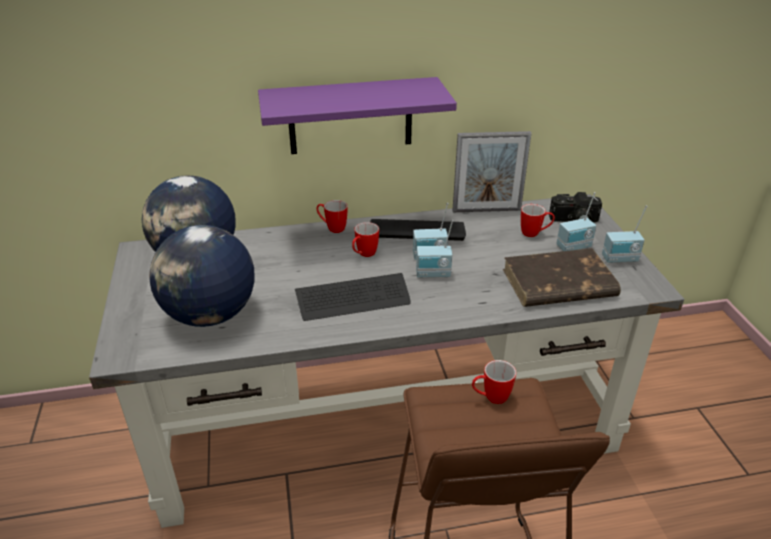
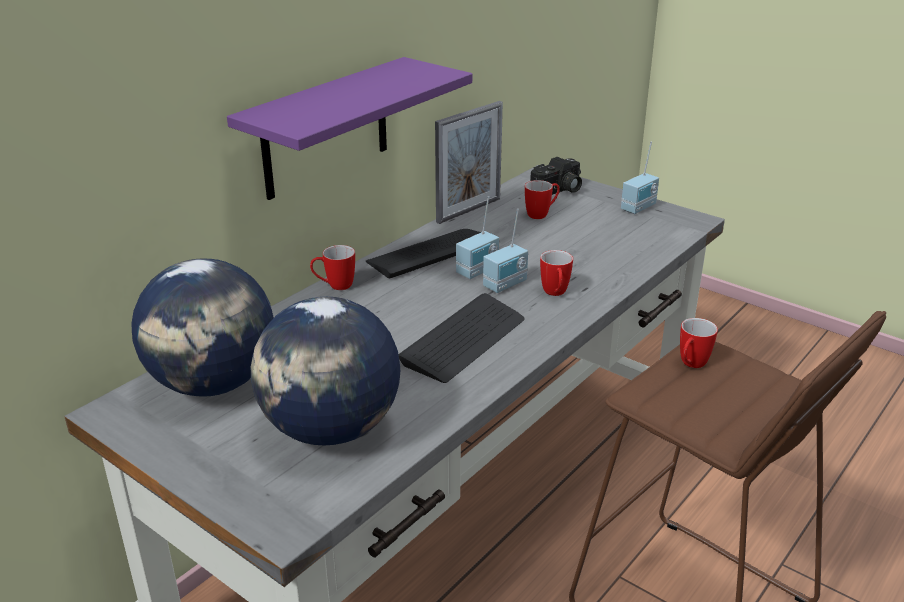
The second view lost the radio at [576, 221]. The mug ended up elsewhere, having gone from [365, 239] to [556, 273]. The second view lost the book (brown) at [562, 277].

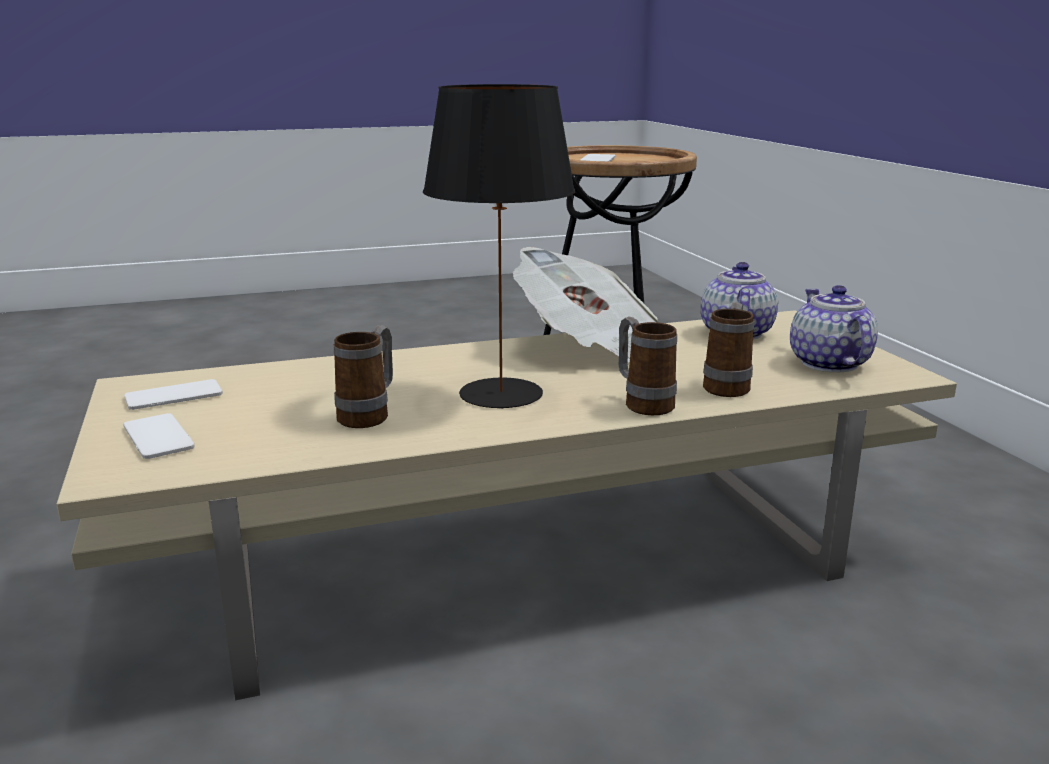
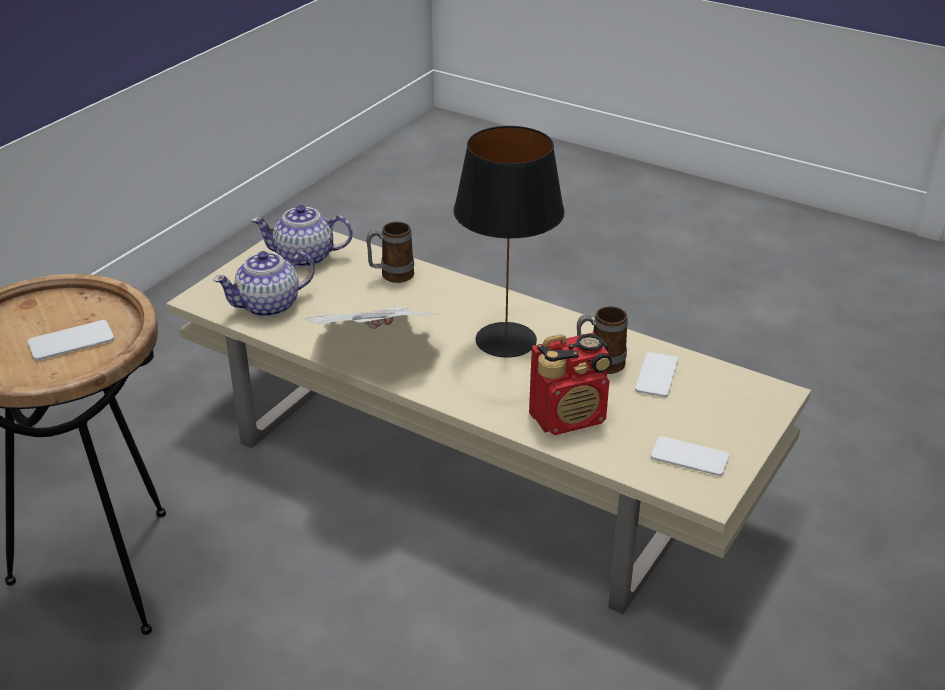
The teapot at [834, 328] ended up facing another way, 45 degrees clockwise from before. The second view lost the mug at [648, 366]. The phone ended up elsewhere, having gone from [159, 436] to [656, 374]. The second view gained the radio at [570, 383].

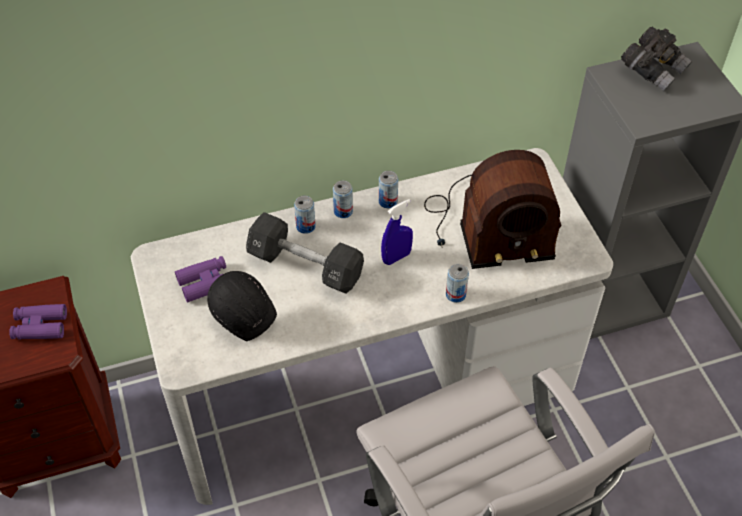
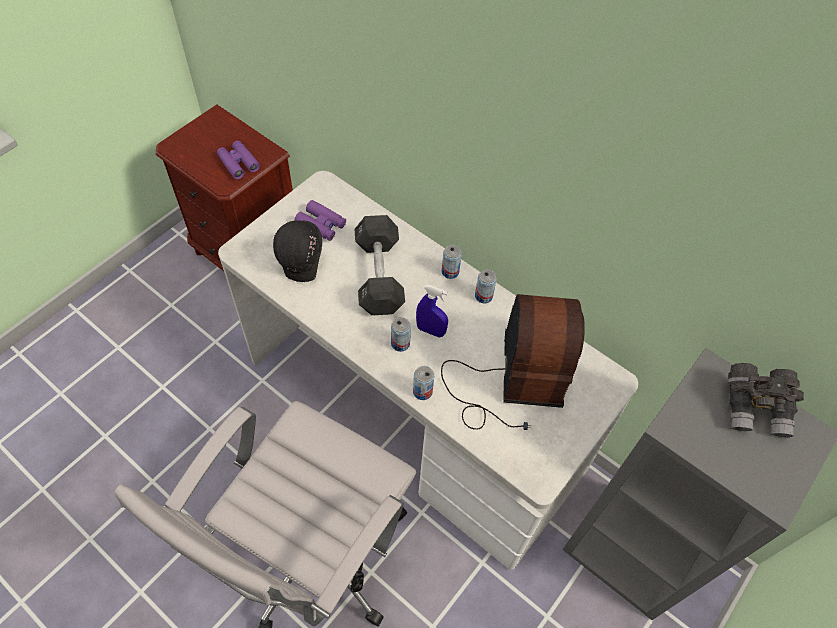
The radio at [492, 209] ended up facing another way, 135 degrees counterclockwise from before. The can ended up elsewhere, having gone from [305, 215] to [401, 334].

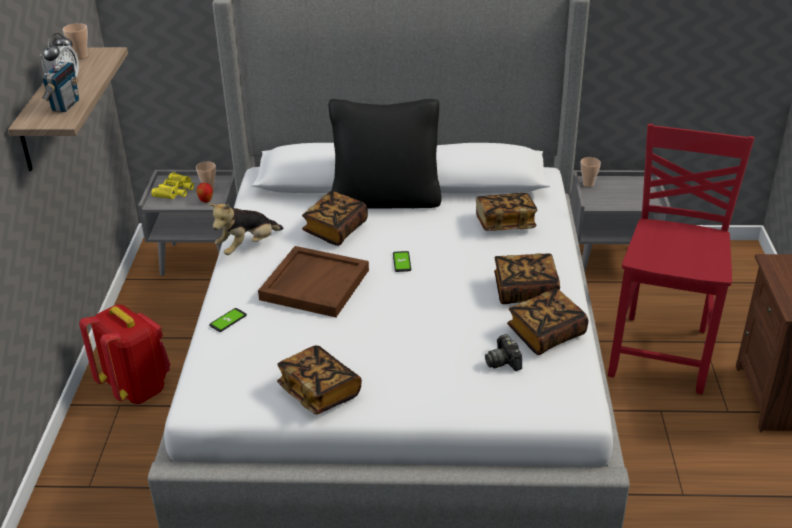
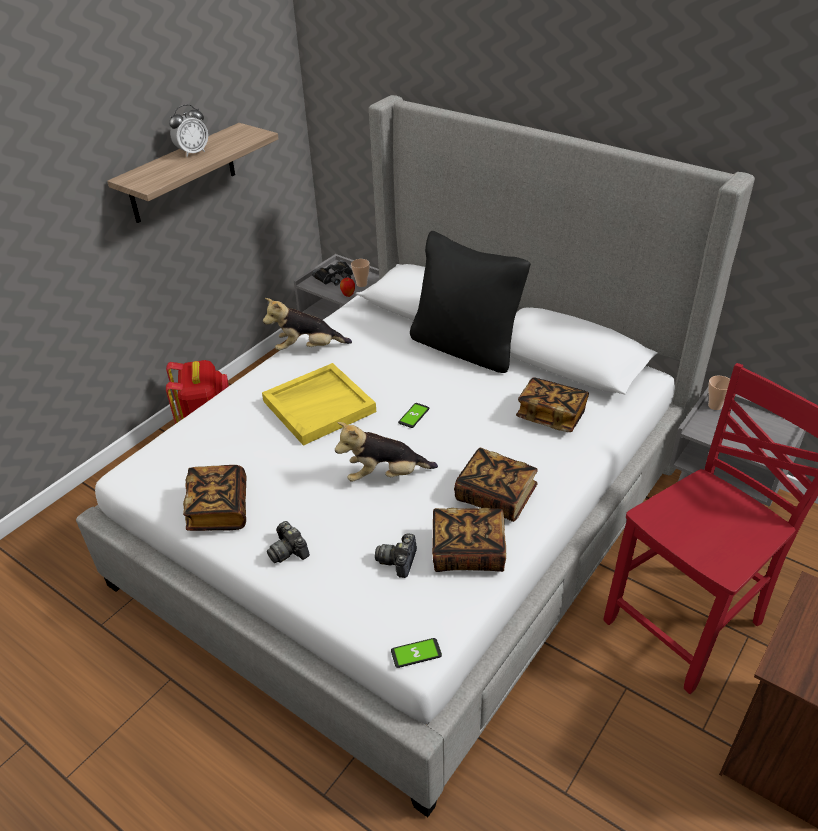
The second view lost the cup at [75, 41]. The second view lost the radio at [59, 83]. What was the binoculars (yellow) at [172, 185] turned into the binoculars (black) at [332, 273]. The second view lost the book at [335, 218]. What was the tray (brown) at [313, 281] turned into the tray (yellow) at [319, 404]. The phone ended up elsewhere, having gone from [228, 320] to [416, 653]. The second view gained the plush toy at [386, 452]. The second view gained the photo camera at [288, 542].

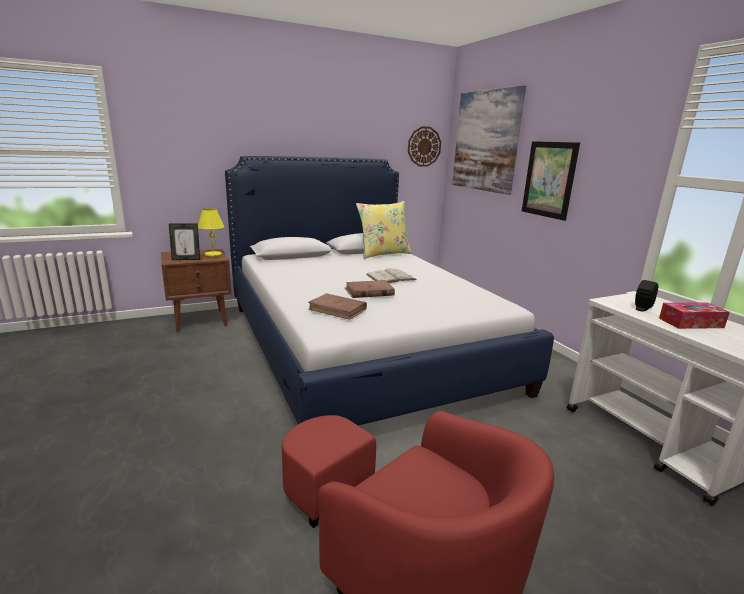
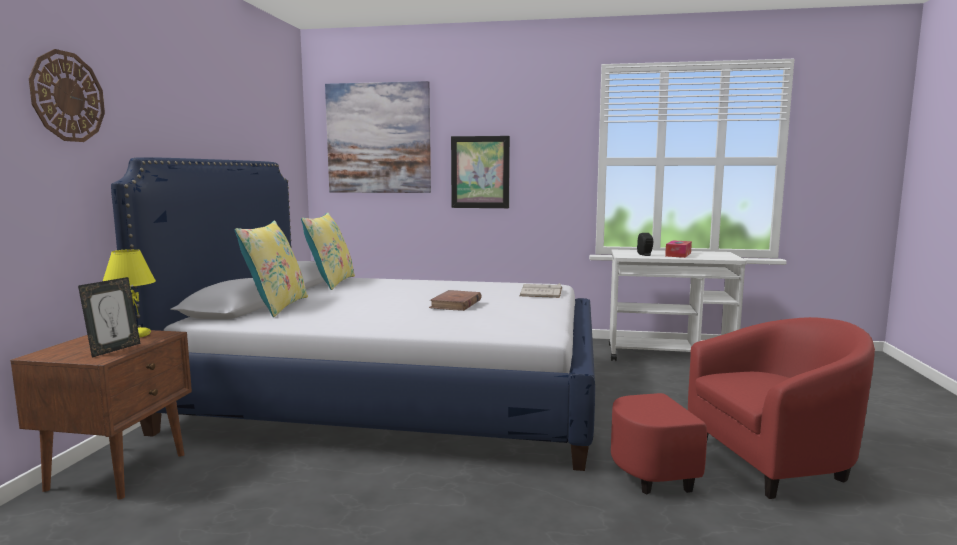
The wall clock ended up elsewhere, having gone from [424, 146] to [67, 95]. The book (white) ended up elsewhere, having gone from [391, 275] to [540, 290]. The second view lost the book (brown) at [337, 306]. The second view gained the pillow (yellow) at [271, 269].

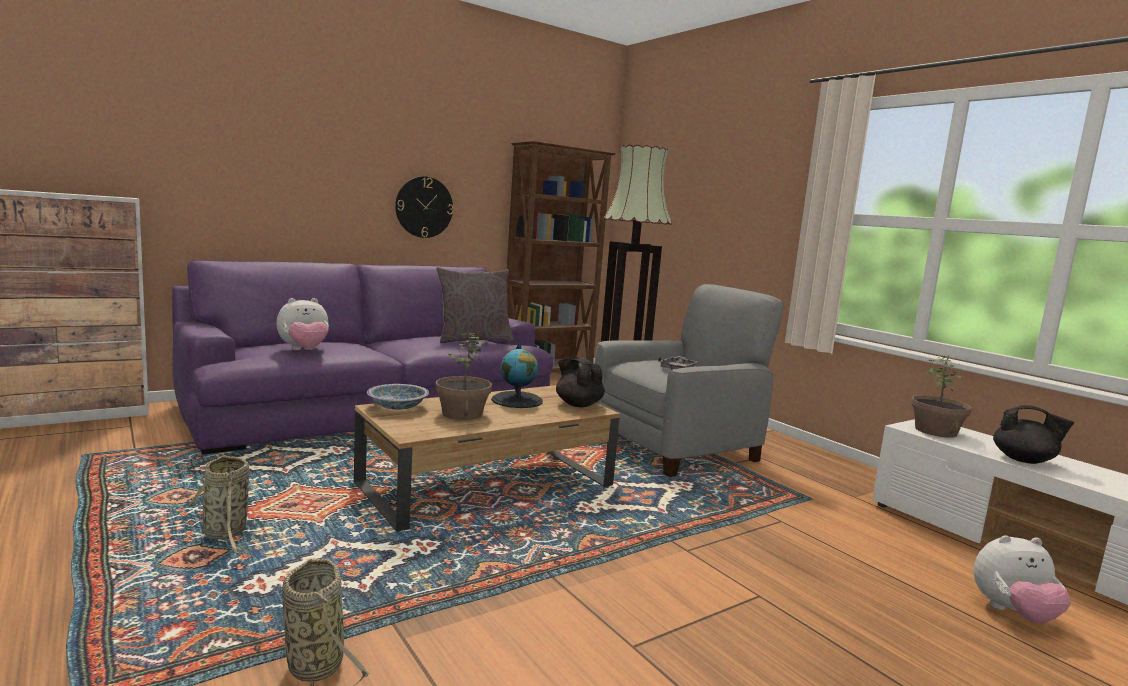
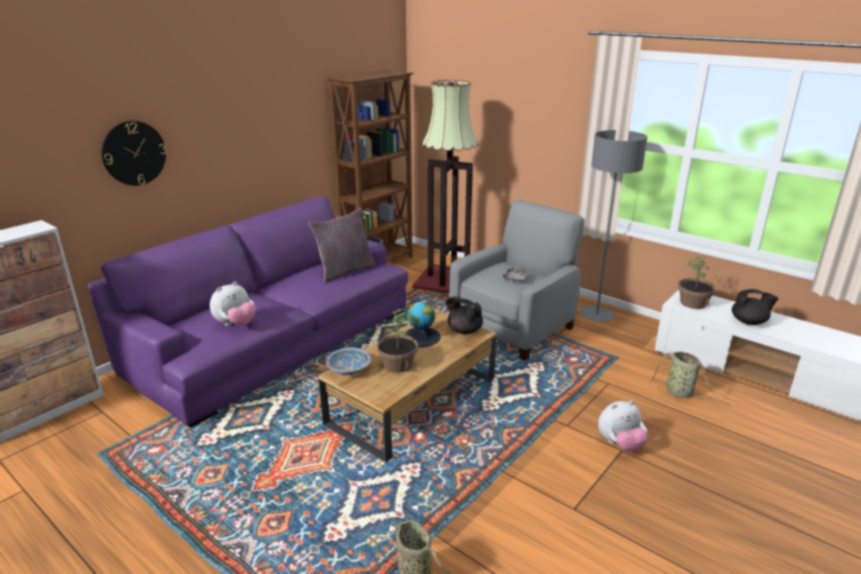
The wall clock ended up elsewhere, having gone from [424, 207] to [134, 153]. The basket ended up elsewhere, having gone from [217, 504] to [686, 377]. The plush toy ended up elsewhere, having gone from [1022, 579] to [623, 426]. The second view gained the floor lamp (grey) at [613, 226].

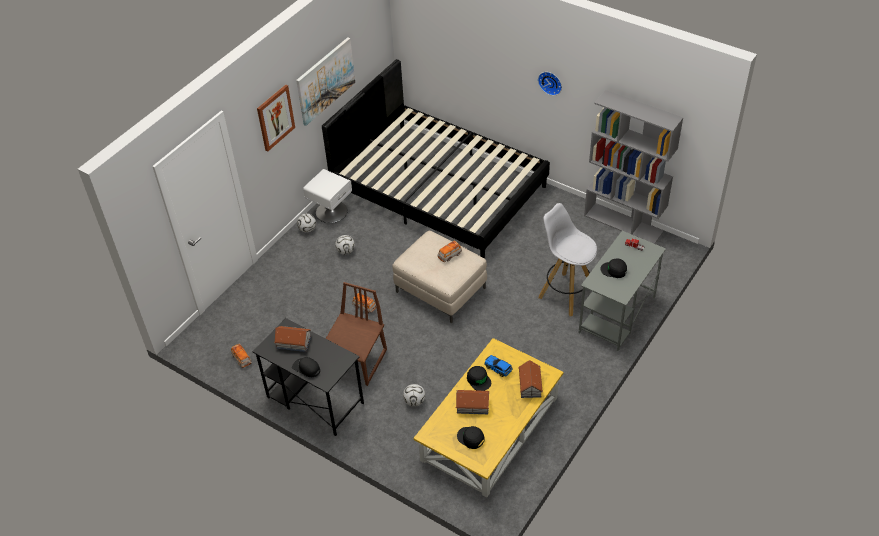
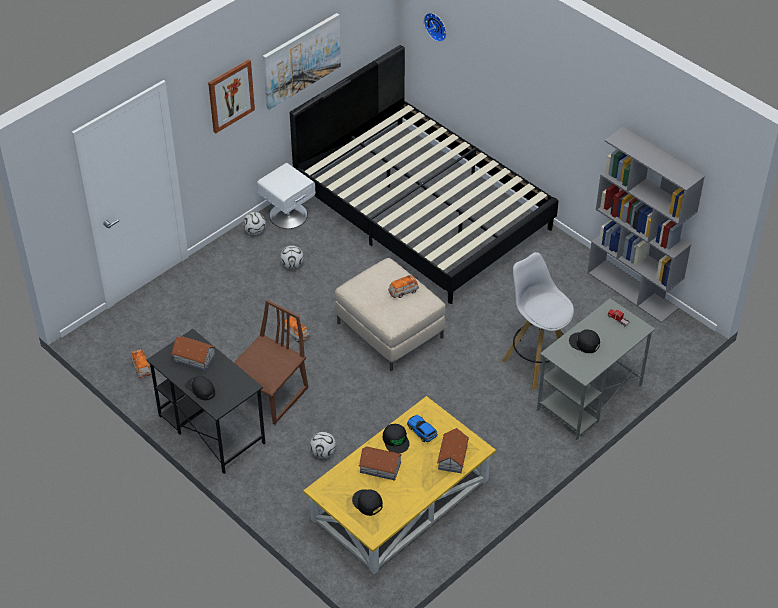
The wall clock ended up elsewhere, having gone from [550, 84] to [435, 27].

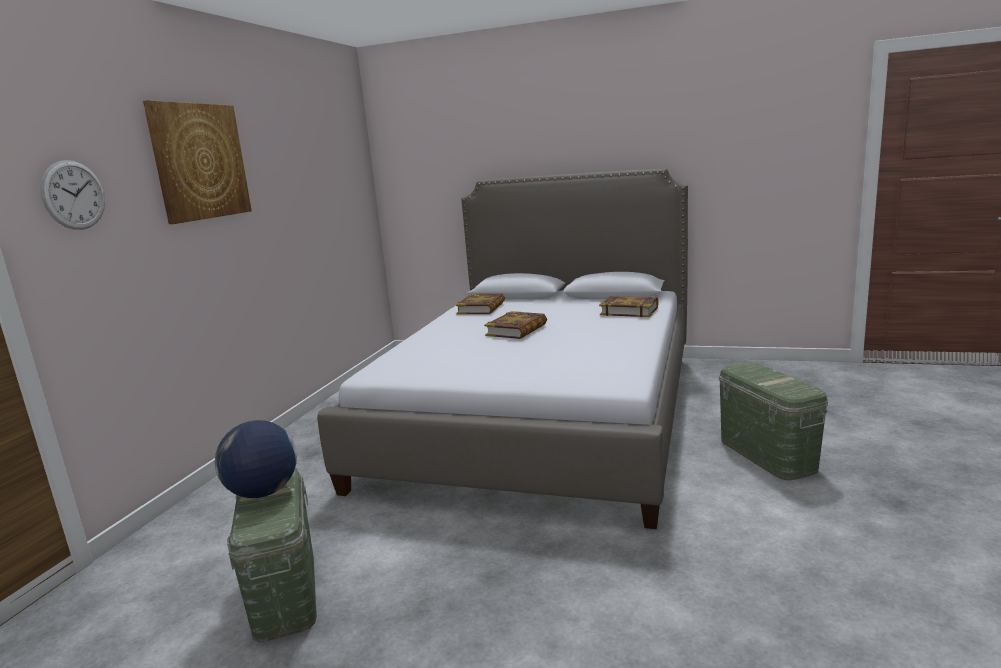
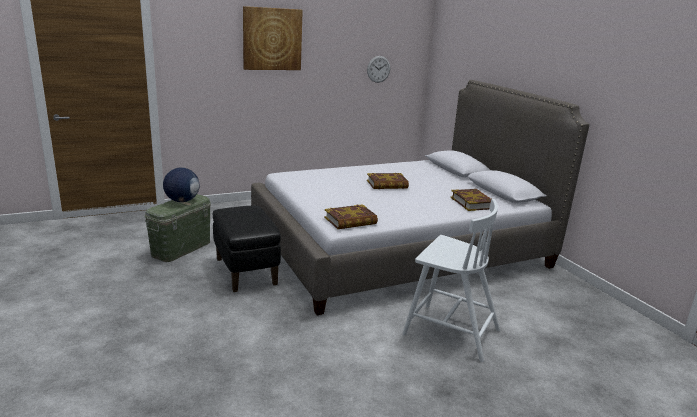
The wall clock ended up elsewhere, having gone from [72, 195] to [378, 69]. The book ended up elsewhere, having gone from [480, 304] to [351, 216]. Where the storage box (green) stood at [773, 421], the chair (white) came to stand at [451, 280]. The second view gained the ottoman (black) at [247, 248].

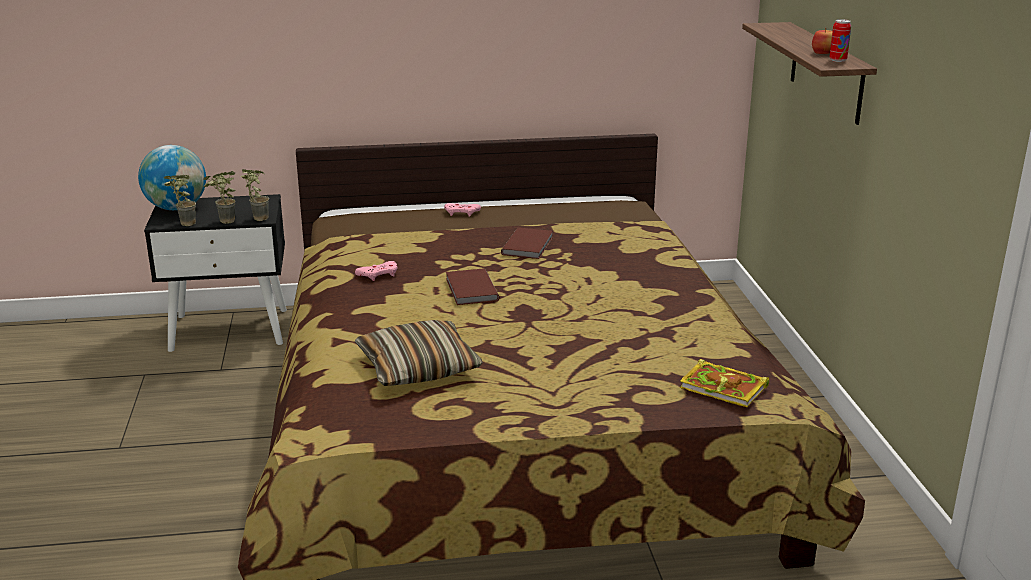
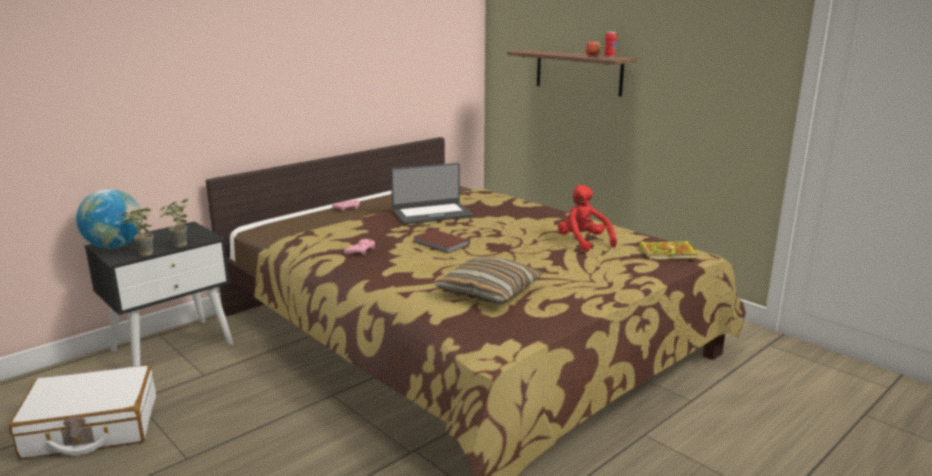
The second view lost the potted plant at [254, 195]. Where the book (brown) stood at [527, 243], the laptop came to stand at [432, 193]. The second view gained the plush toy (red) at [587, 218]. The second view gained the suitcase (white) at [82, 412].

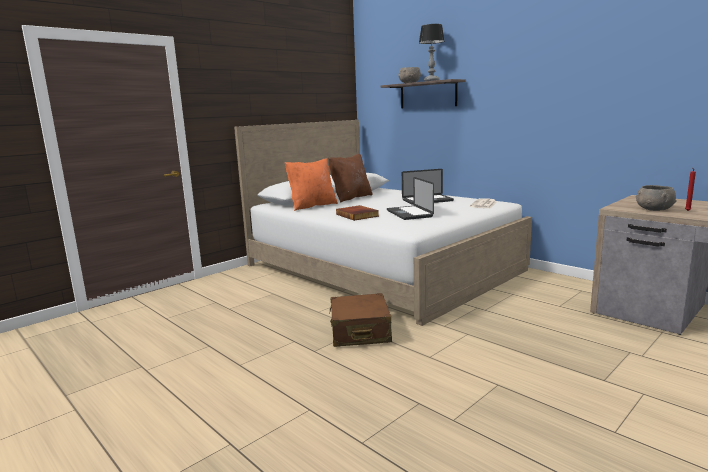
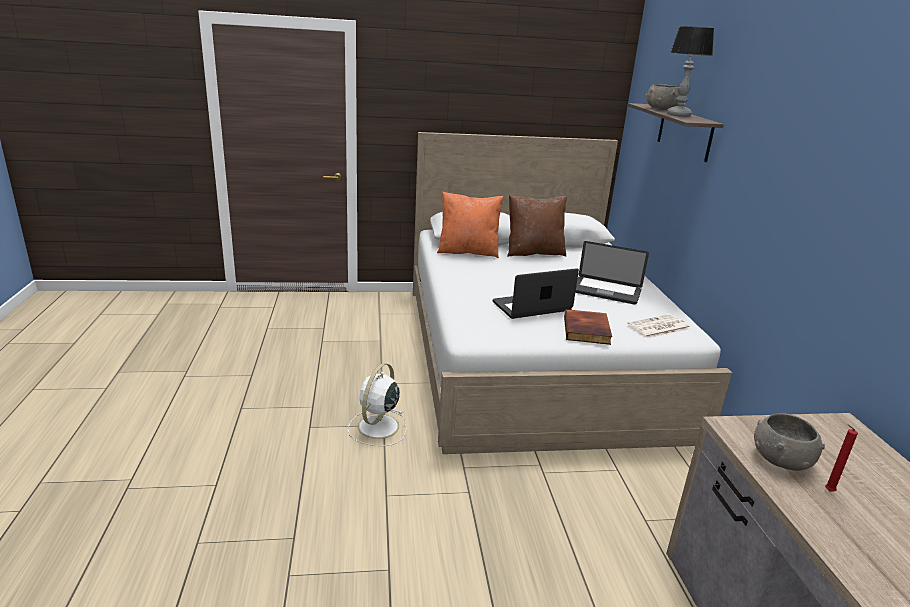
The laptop at [410, 198] ended up facing another way, 45 degrees clockwise from before. The book ended up elsewhere, having gone from [357, 212] to [588, 327]. Where the suitcase (brown) stood at [360, 320], the fan (white) came to stand at [377, 404].

